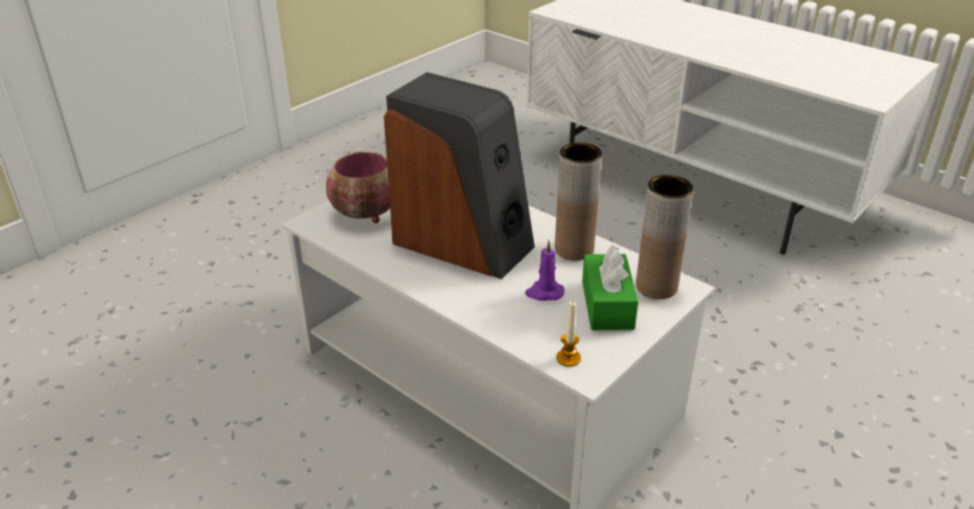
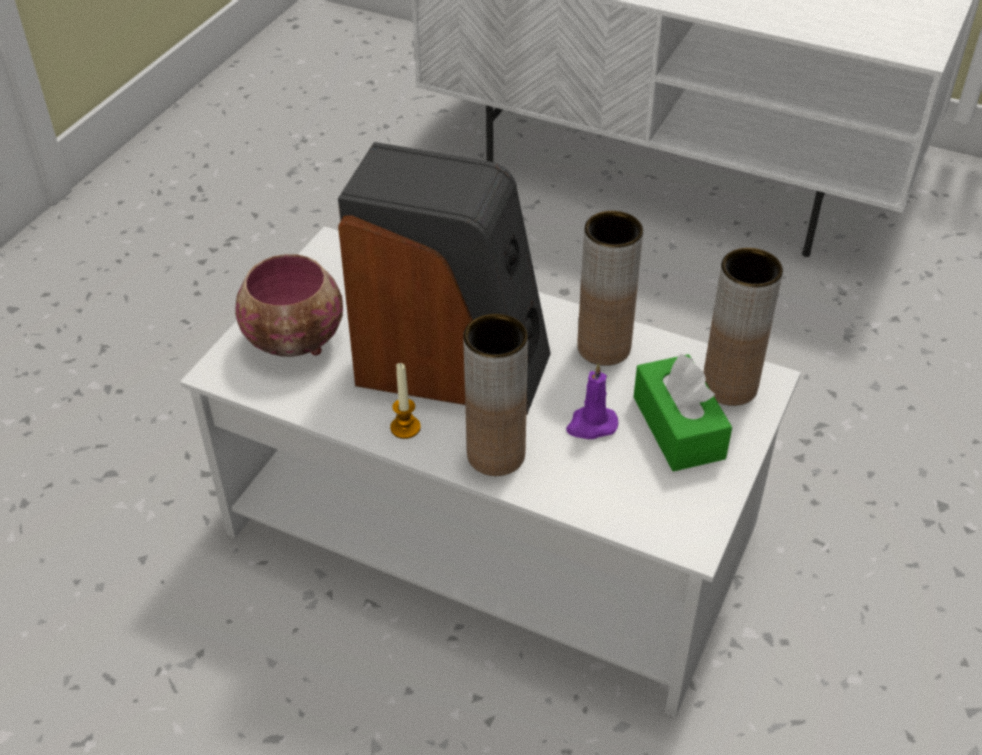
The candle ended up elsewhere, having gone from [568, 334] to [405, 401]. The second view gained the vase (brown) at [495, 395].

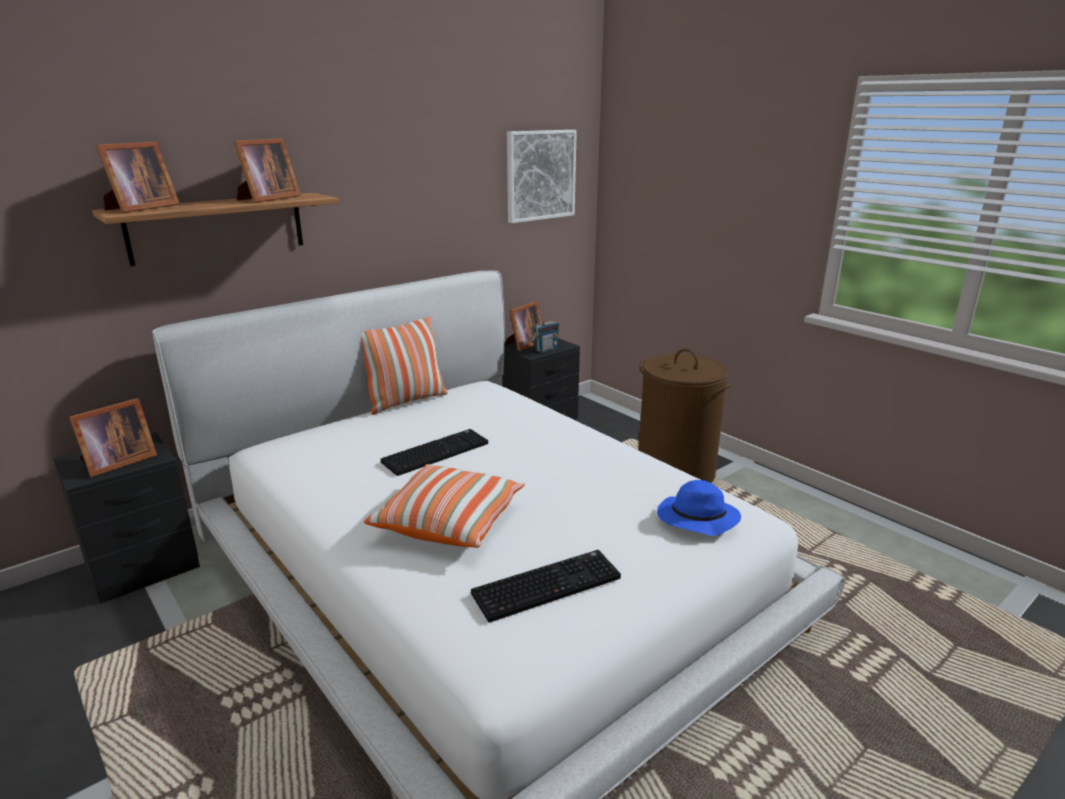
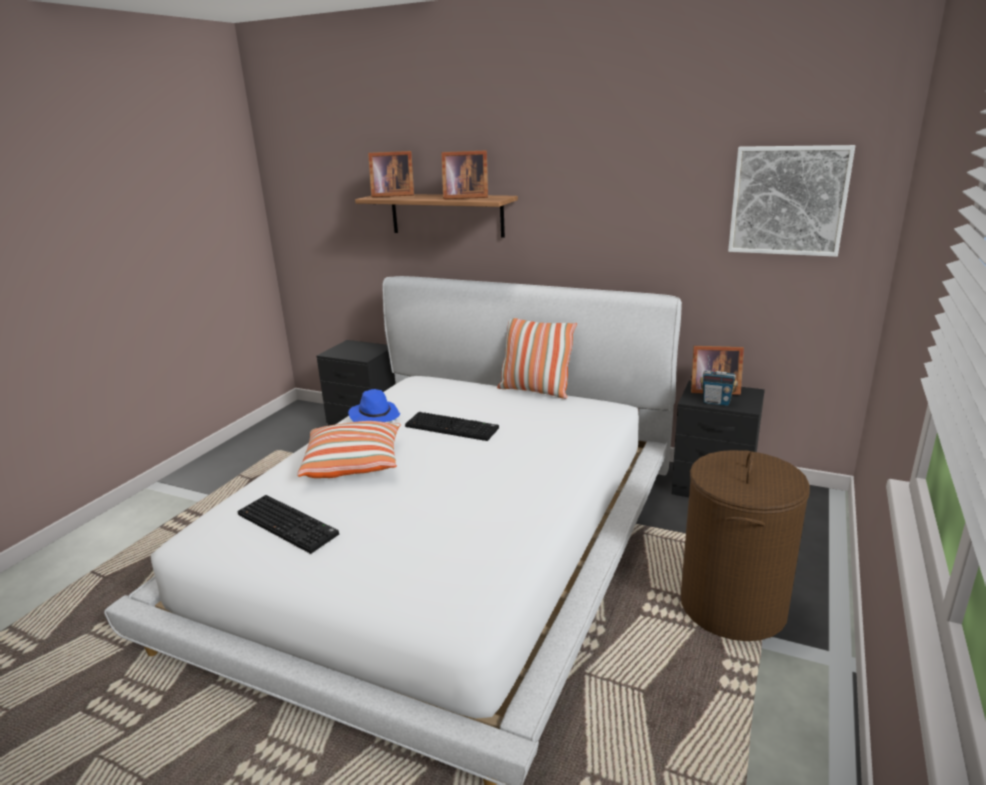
The second view lost the picture frame at [113, 437]. The hat (blue) ended up elsewhere, having gone from [699, 508] to [374, 405].

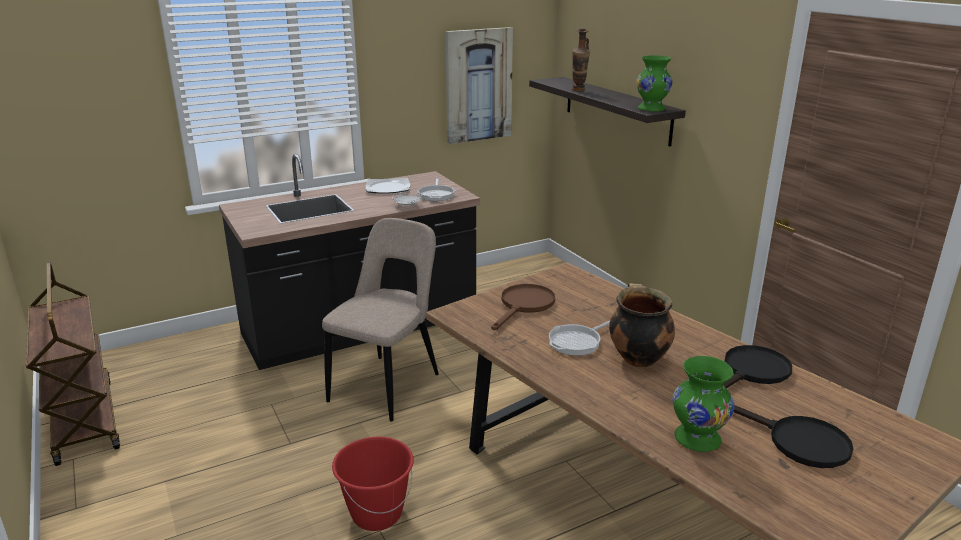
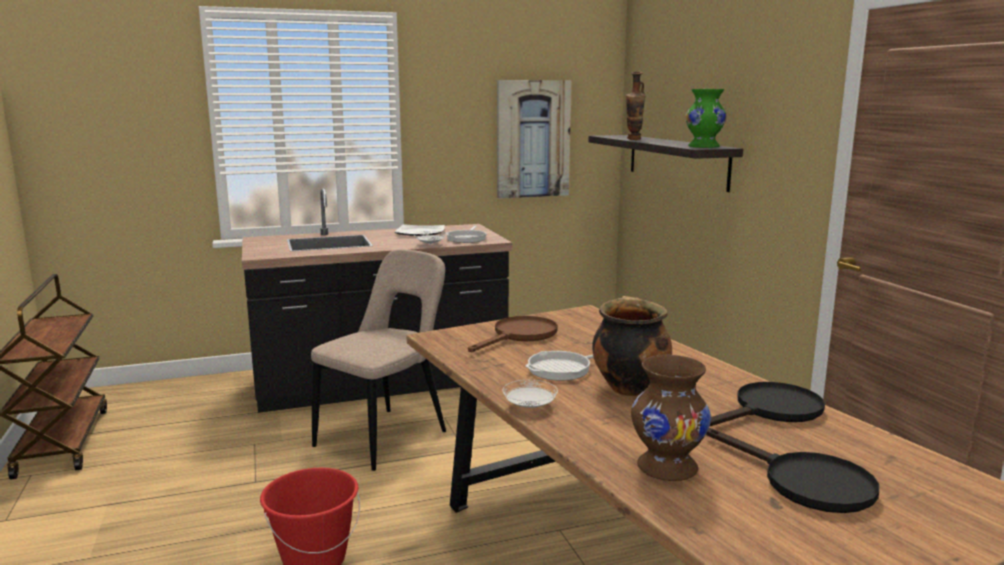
What was the vase (green) at [703, 404] turned into the vase (brown) at [671, 418]. The second view gained the plate (white) at [530, 394].

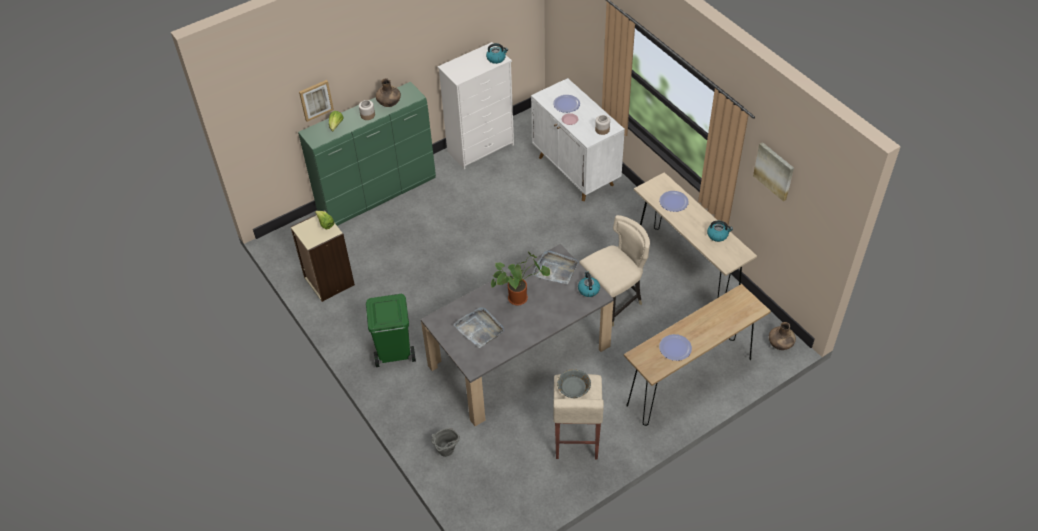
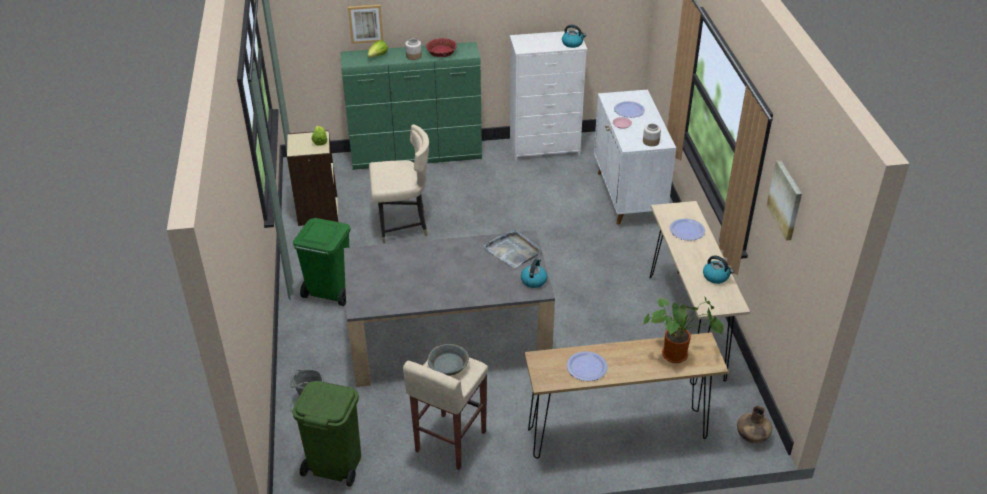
Where the vase (brown) stood at [388, 92], the bowl (red) came to stand at [441, 47]. The chair (beige) ended up elsewhere, having gone from [614, 271] to [399, 184]. The potted plant ended up elsewhere, having gone from [520, 279] to [683, 329]. The second view lost the tray (grey) at [478, 327]. The second view gained the trash can (green) at [326, 434].

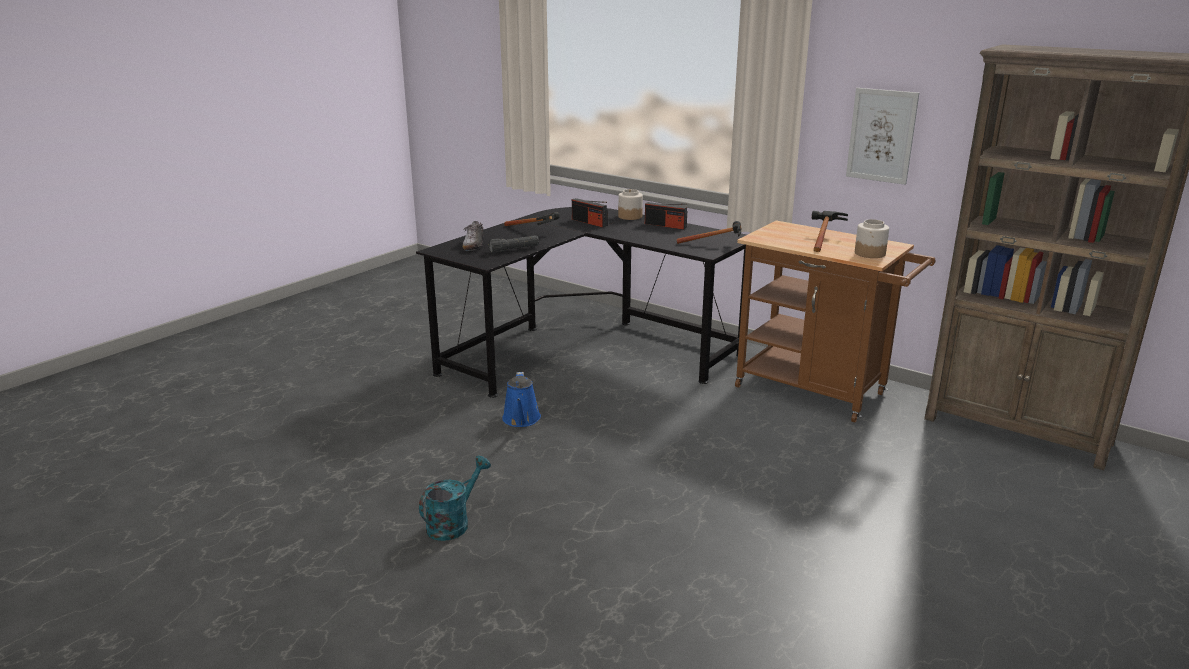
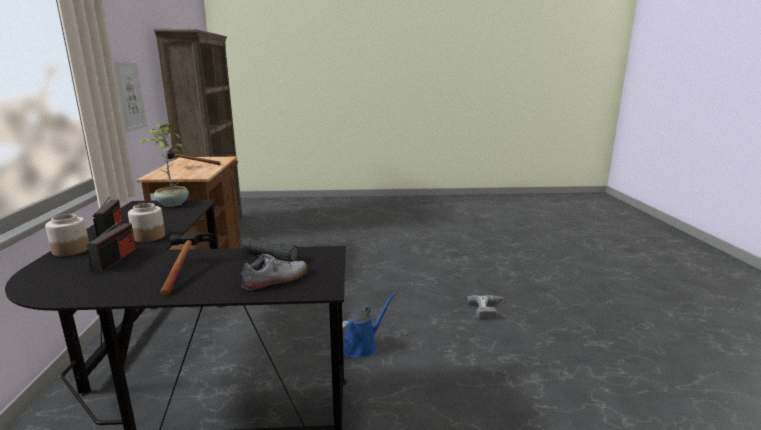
The jar ended up elsewhere, having gone from [872, 238] to [146, 222]. Where the hammer stood at [709, 232], the potted plant came to stand at [163, 165]. Where the watering can (turquoise) stood at [455, 498], the power drill came to stand at [485, 307].

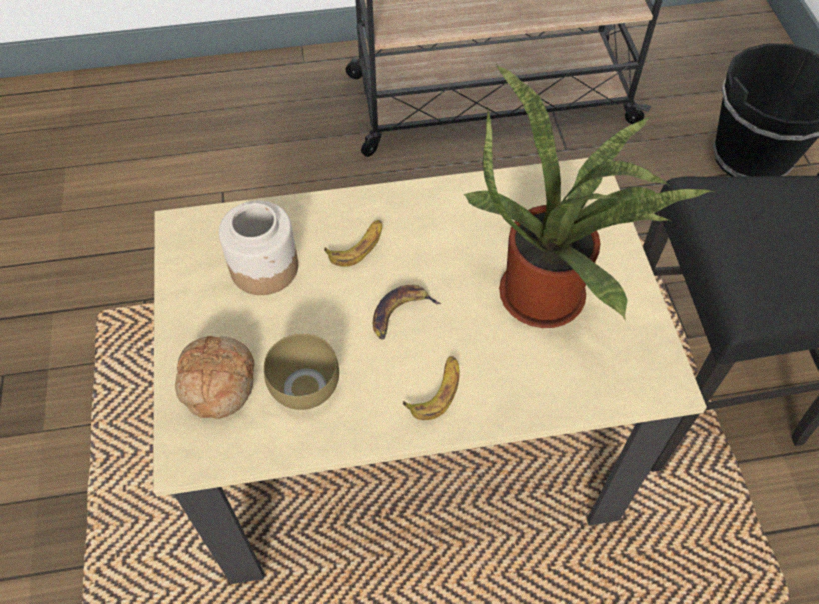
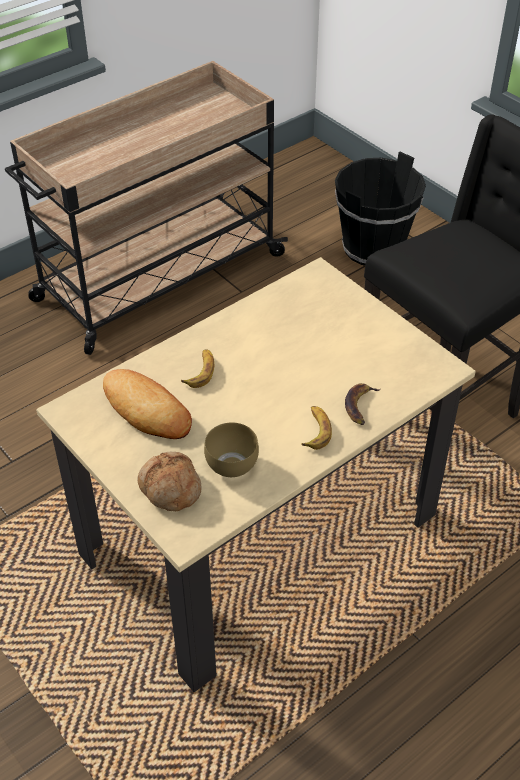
The second view lost the potted plant at [589, 196]. Where the jar stood at [258, 248], the bread came to stand at [147, 404]. The banana ended up elsewhere, having gone from [407, 312] to [363, 404].

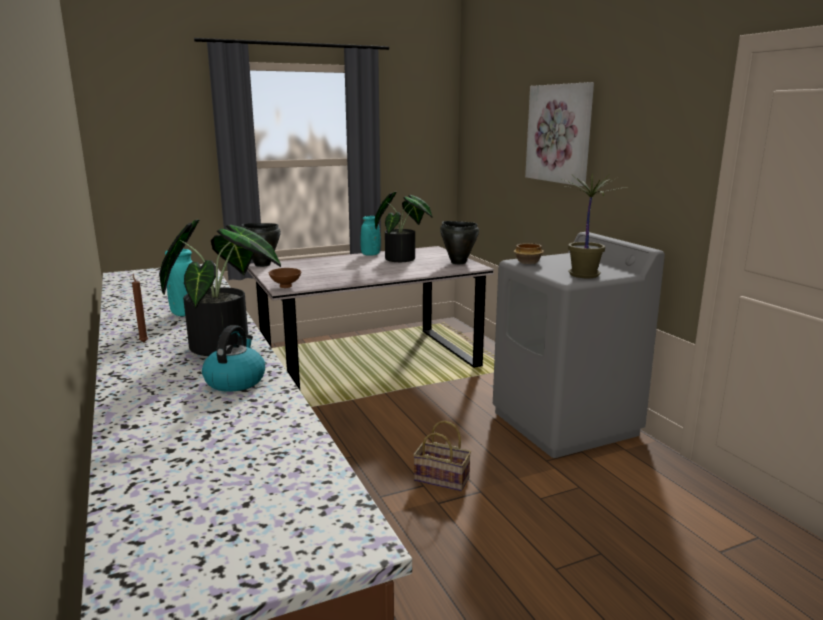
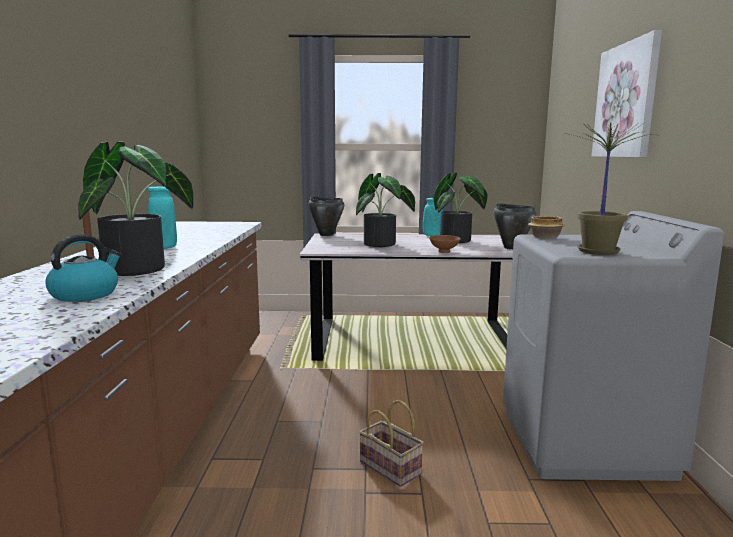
The bowl (brown) ended up elsewhere, having gone from [285, 278] to [445, 244]. The second view gained the potted plant at [385, 210].

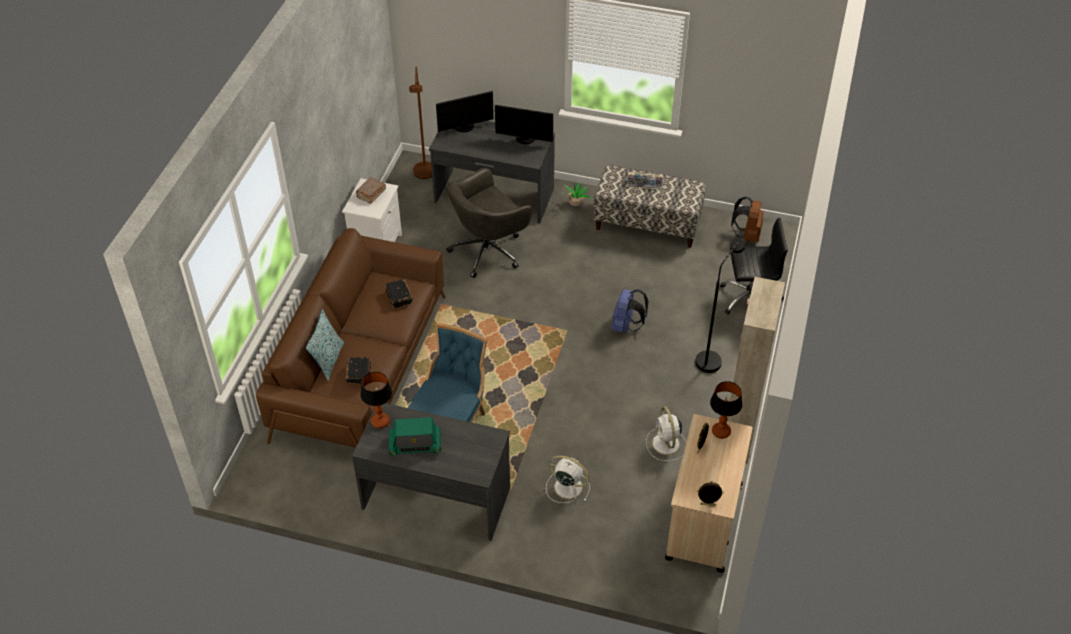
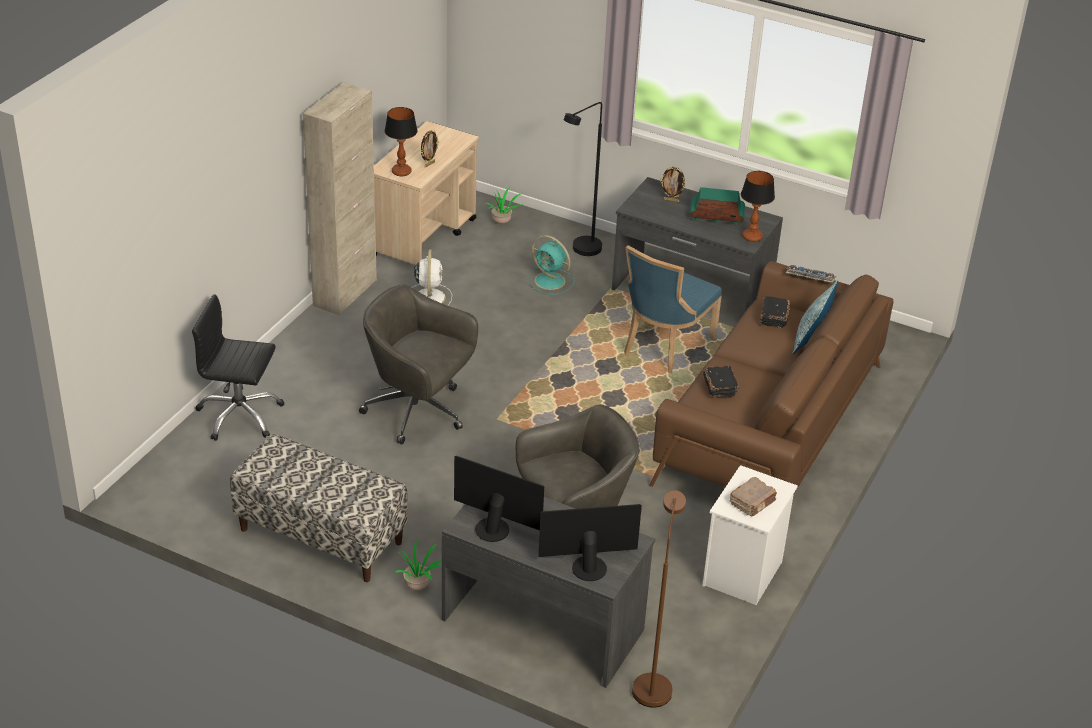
The keyboard ended up elsewhere, having gone from [644, 181] to [810, 274]. The second view lost the backpack (brown) at [747, 219]. The floor lamp (black) ended up elsewhere, having gone from [720, 305] to [583, 179]. Where the backpack (blue) stood at [630, 311], the office chair (grey) came to stand at [418, 364]. What was the fan (white) at [568, 479] turned into the fan (turquoise) at [551, 265]. The picture frame ended up elsewhere, having gone from [710, 493] to [673, 184]. The second view gained the potted plant at [504, 205].

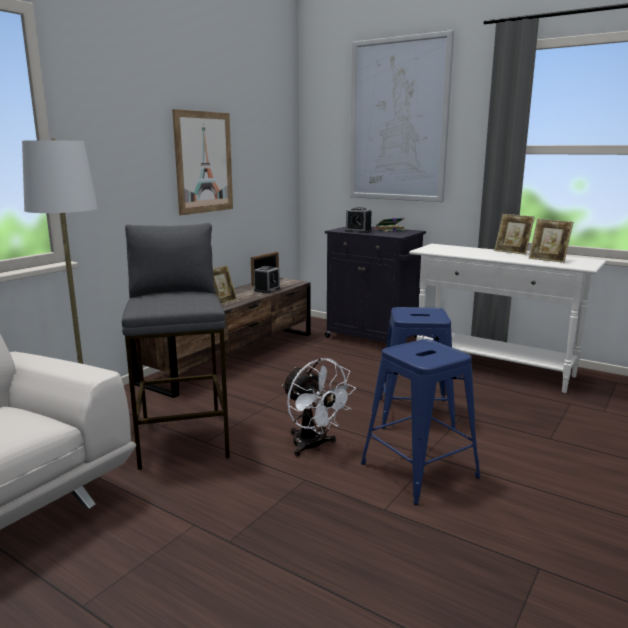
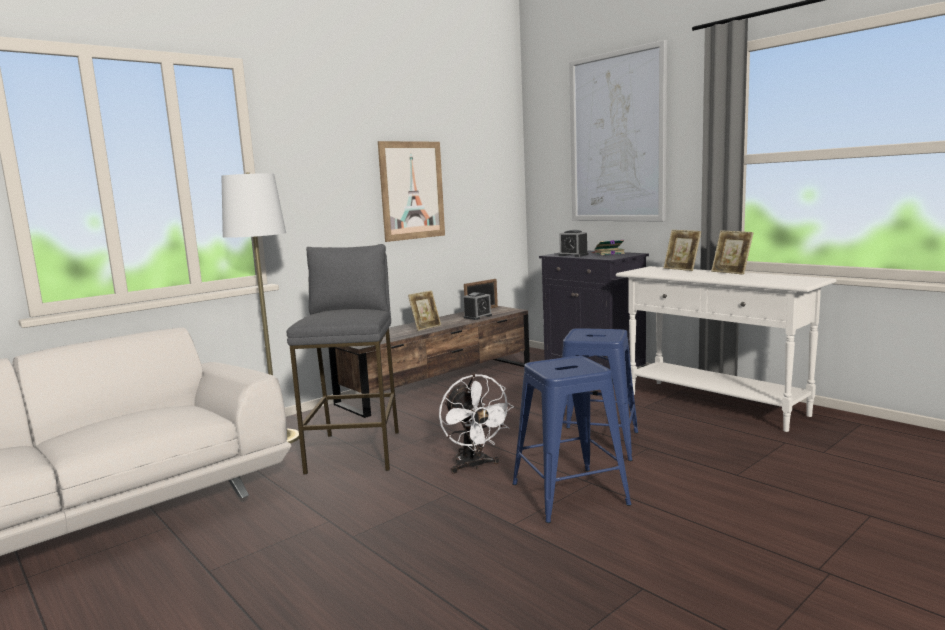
The picture frame ended up elsewhere, having gone from [551, 241] to [682, 250].

